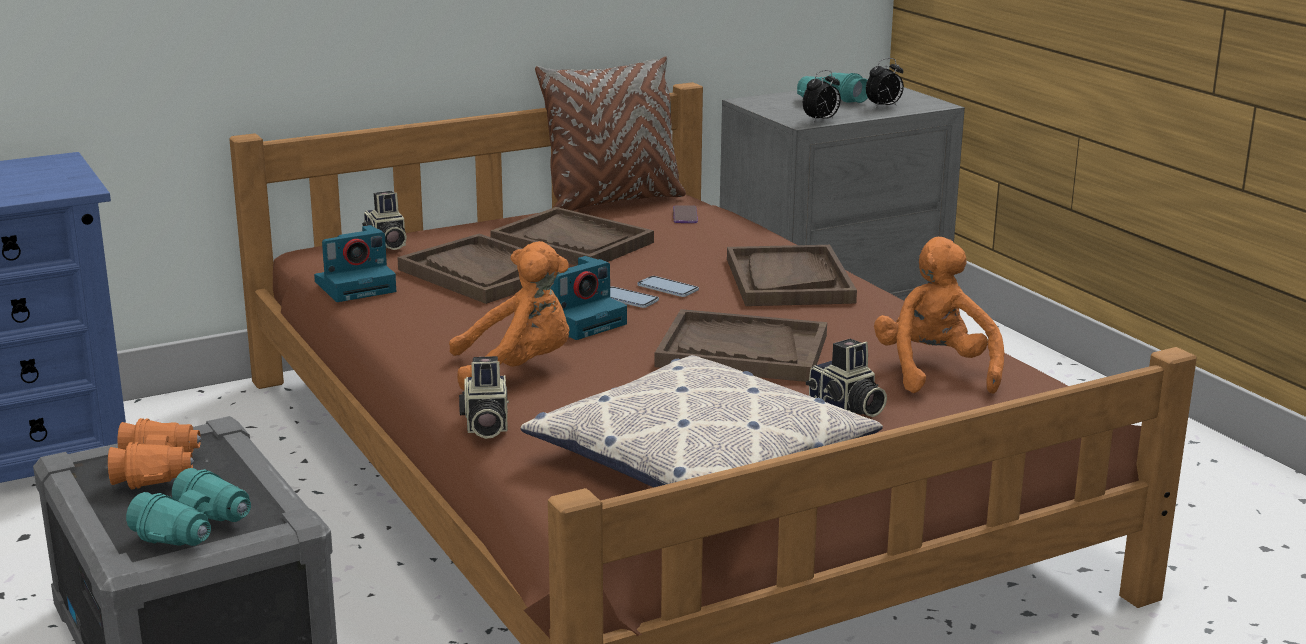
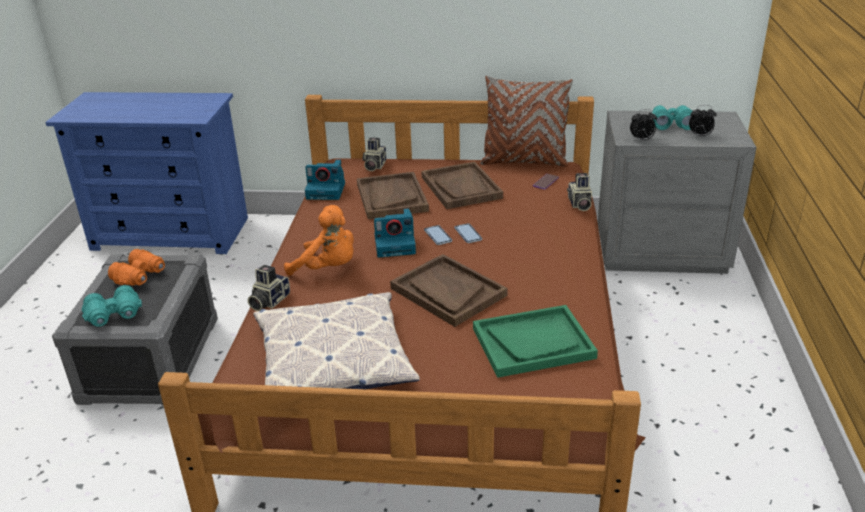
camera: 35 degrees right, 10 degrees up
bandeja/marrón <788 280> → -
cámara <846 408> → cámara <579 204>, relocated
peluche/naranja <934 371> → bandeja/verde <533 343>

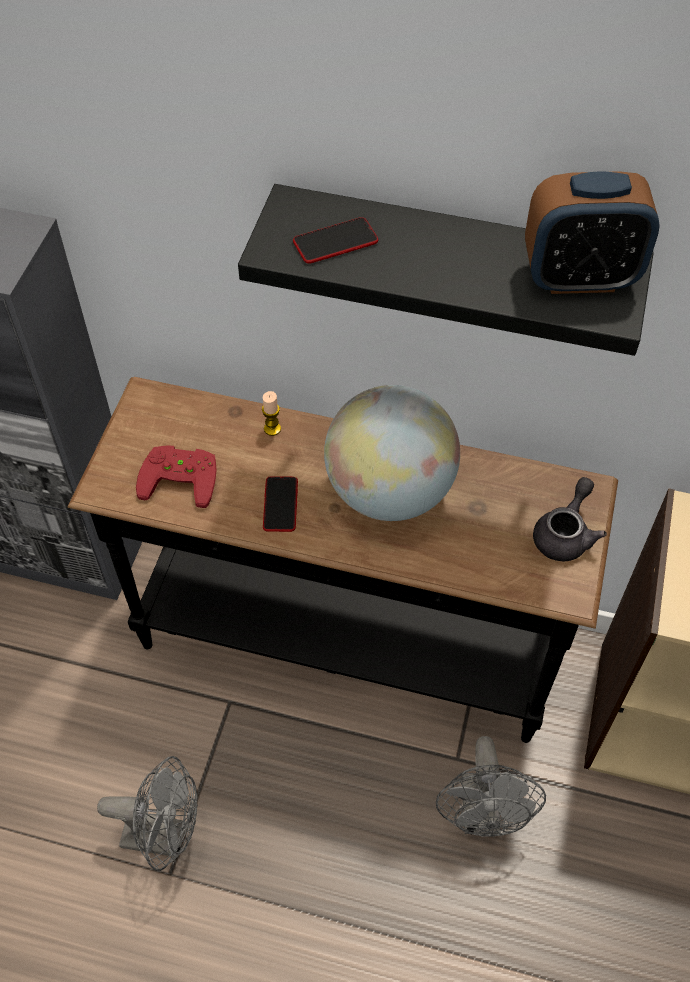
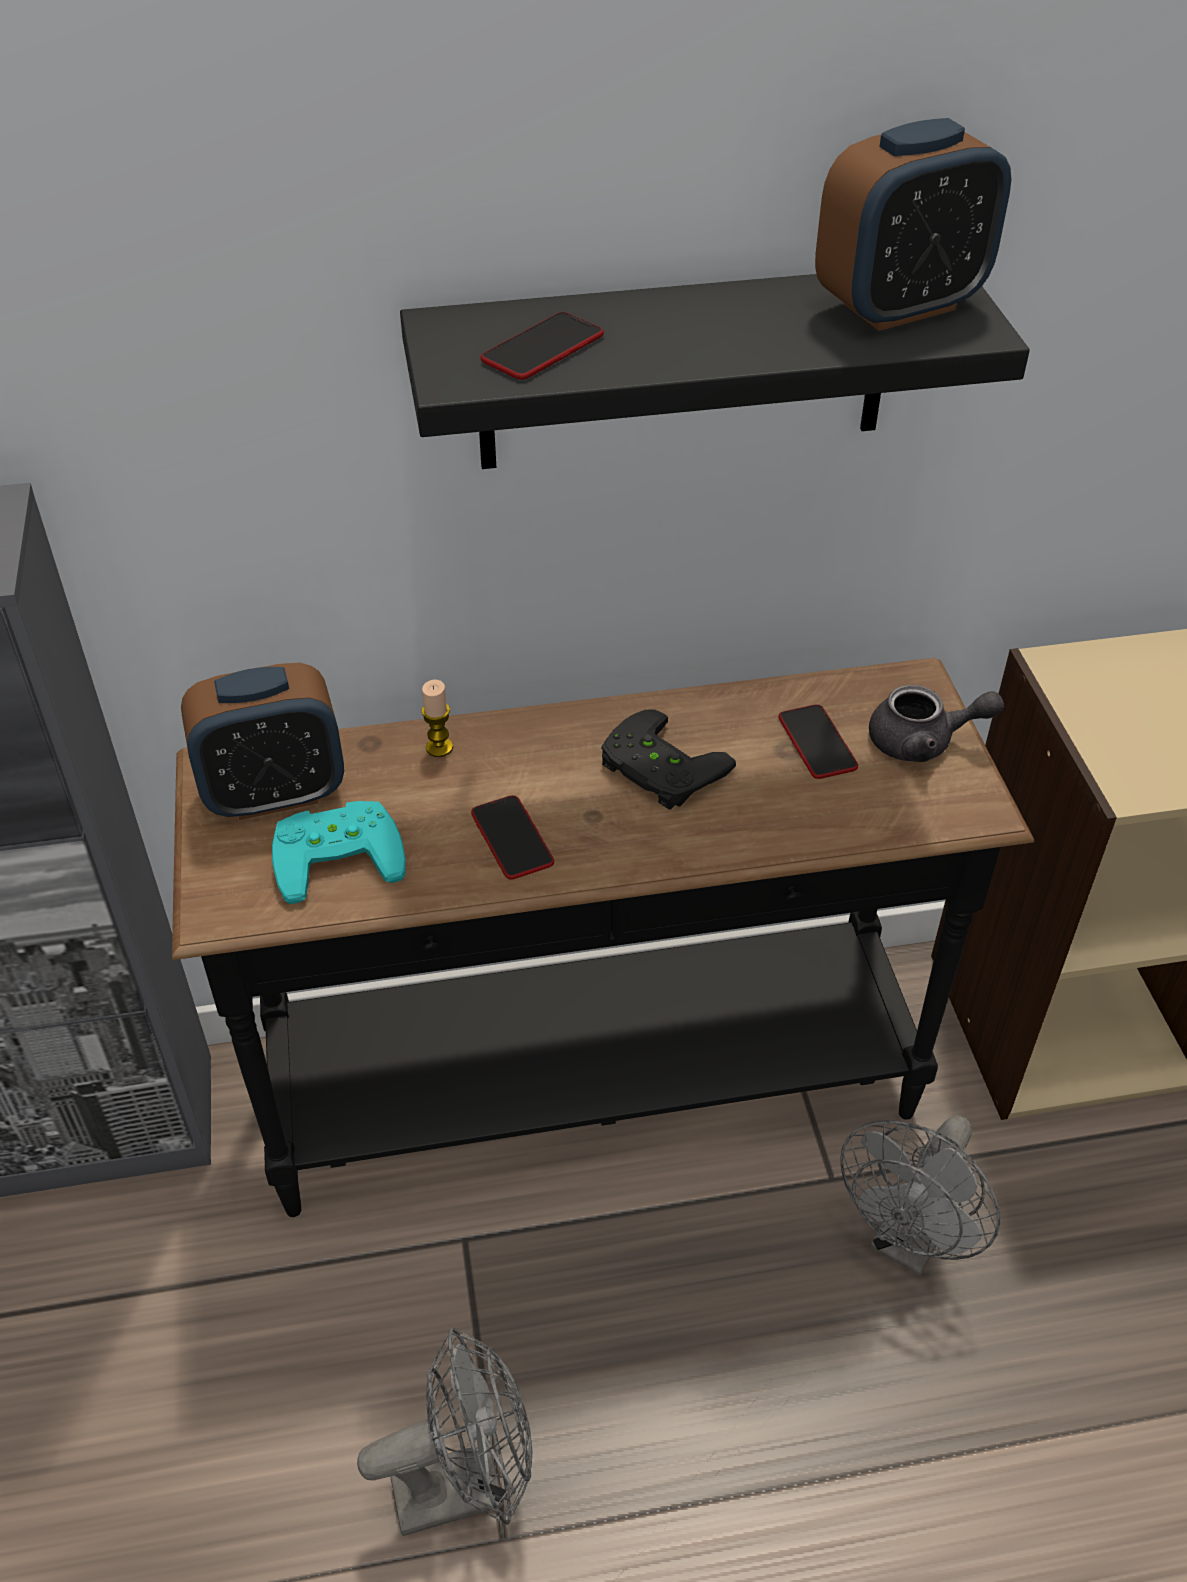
camera: 25 degrees left, 10 degrees down
- → despertador <275 794>
- → móvil <817 743>
globo terráqueo <389 491> → mando de consola/negro <657 770>
mando de consola/rojo <181 476> → mando de consola/turquesa <338 852>
ventilador/gris <482 816> → ventilador/gris <908 1241>, 60 degrees clockwise
tetera/gris <565 534> → tetera/gris <923 742>, 90 degrees clockwise

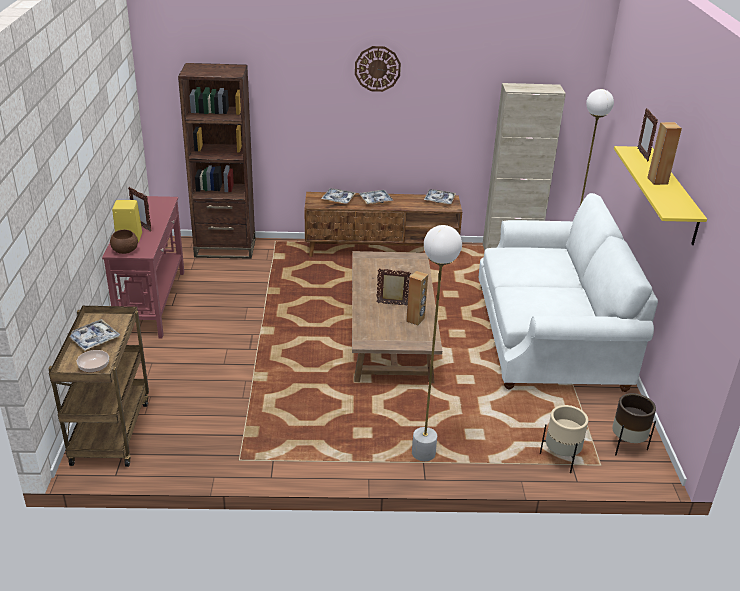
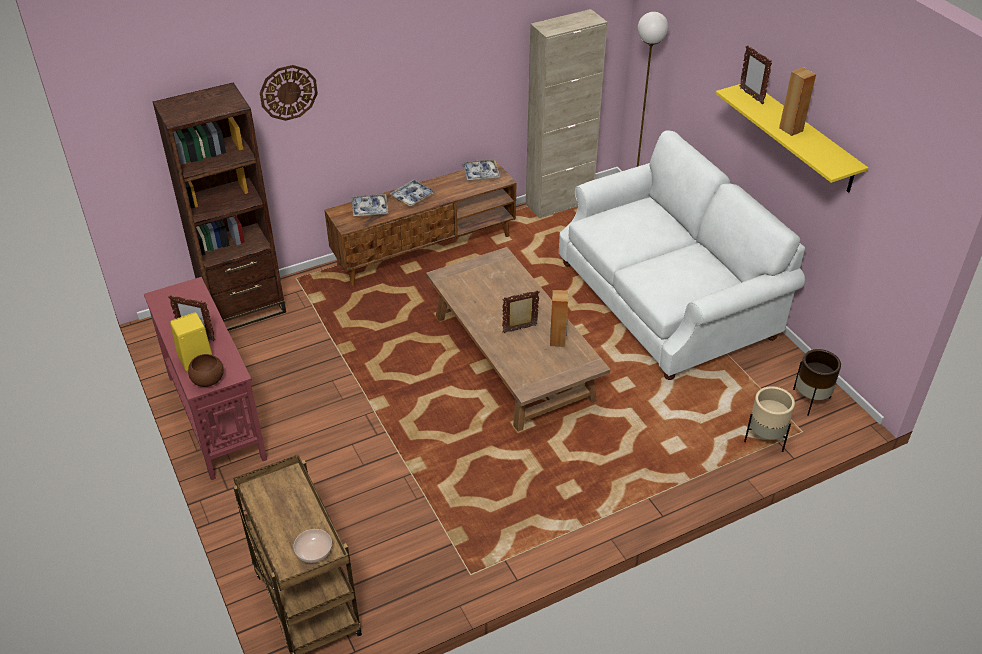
camera: 25 degrees left, 10 degrees up
bandeja <94 339> → -
lámpara de pie/blanco <423 454> → -
reloj de pared <377 68> → reloj de pared <288 92>, relocated

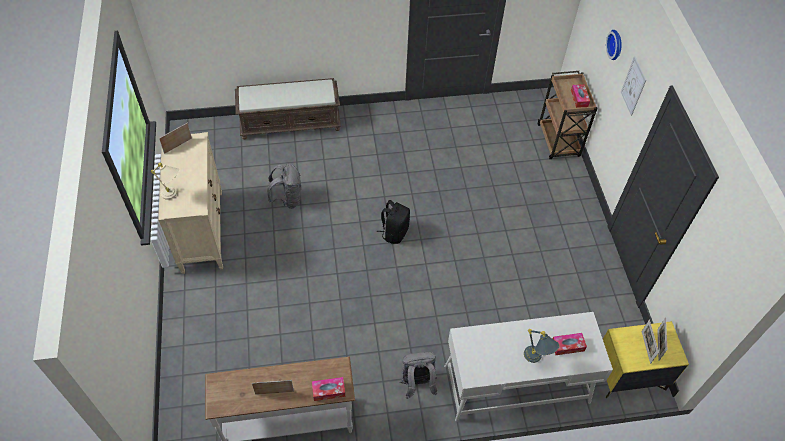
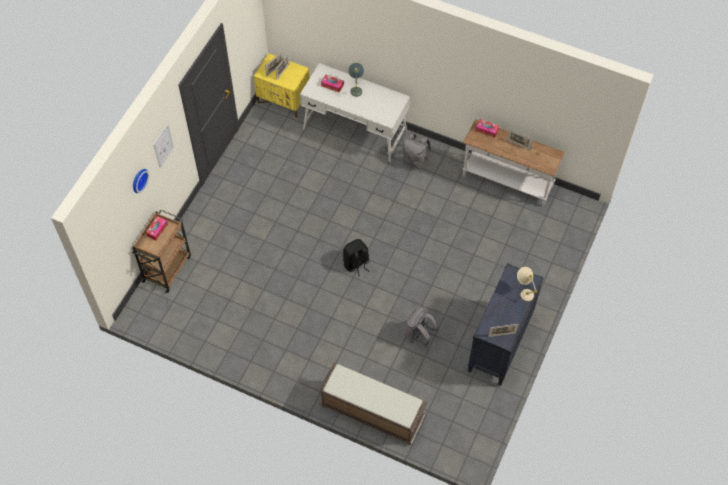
camera: 145 degrees left, 5 degrees up
cómoda/beis <202 231> → cómoda/negro <500 344>

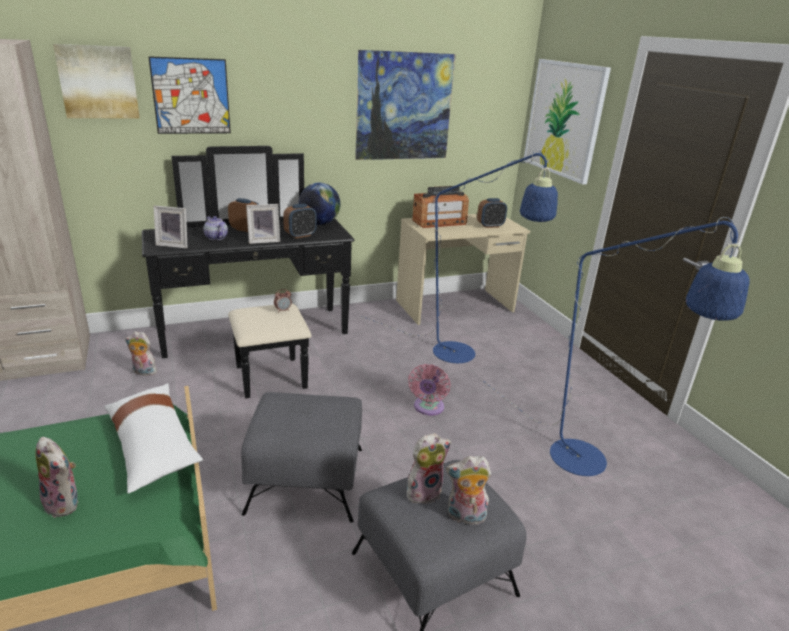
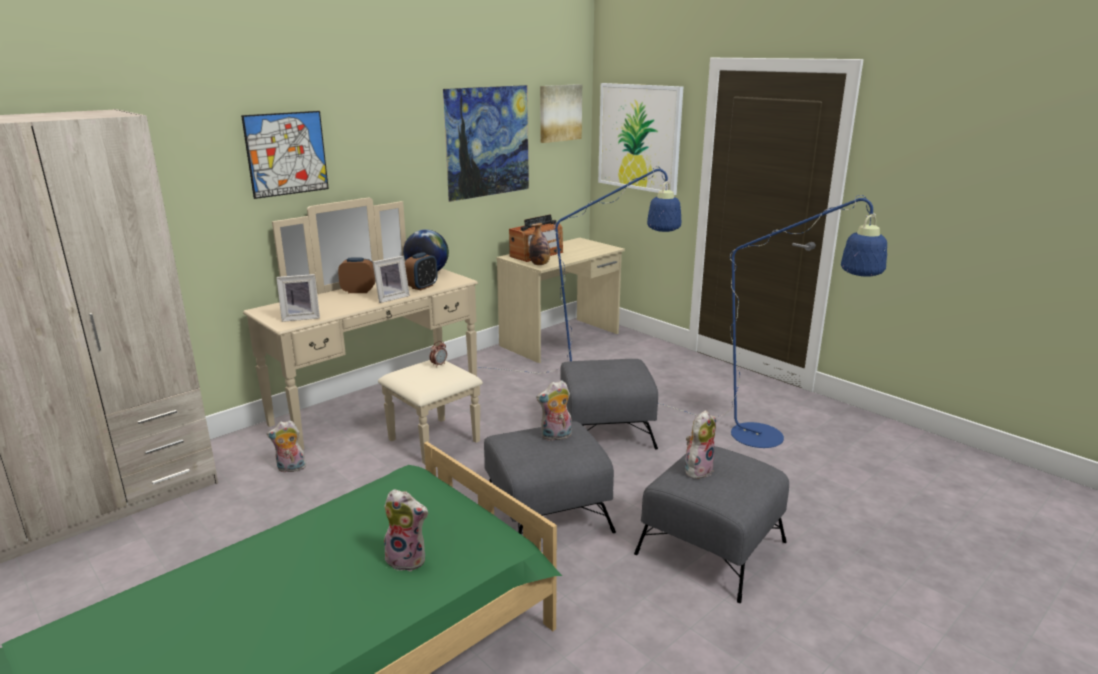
camera: 20 degrees left, 5 degrees down
cojín/blanco <152 445> → -
tetera <216 238> → -
despertador <490 226> → -
- → botella <539 264>
cuadro <98 82> → cuadro <559 113>, relocated
peluche <465 517> → peluche <556 437>, relocated
ventilador/rosa <428 408> → puf/gris <606 430>
cómoda/negro <259 340> → cómoda/beis <390 411>

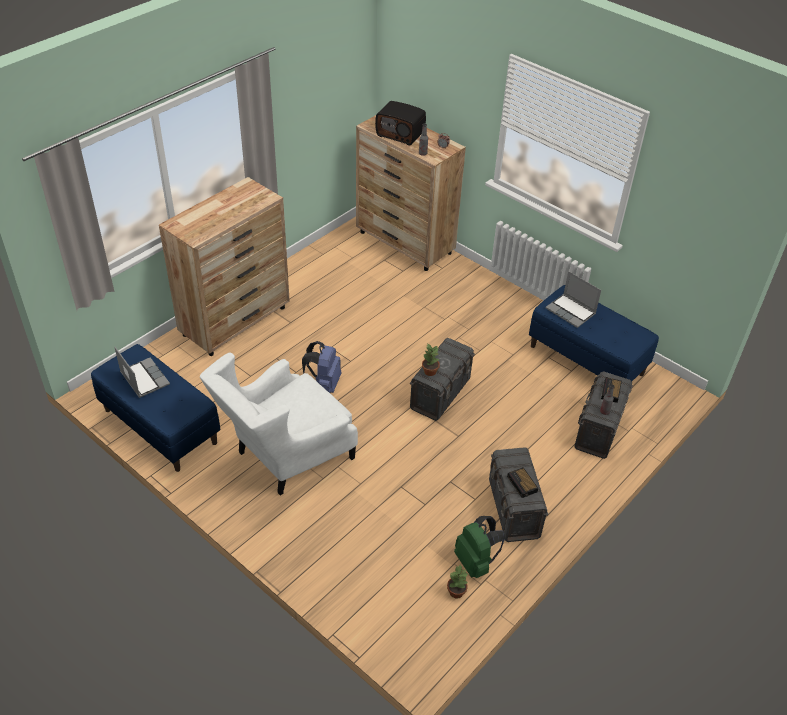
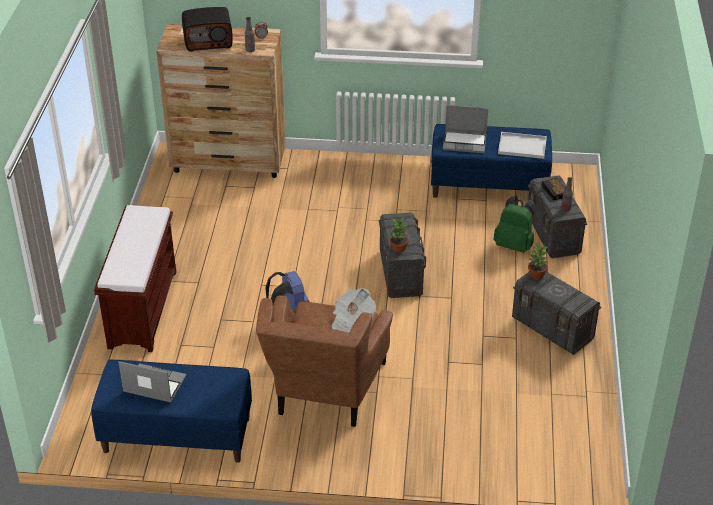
camera: 35 degrees left, 5 degrees down
despertador <522 484> → -
- → periódico <351 320>
- → bandeja/blanco <521 146>
planta en maceta <456 592> → planta en maceta <536 275>, relocated
mochila/verde <476 562> → mochila/verde <514 245>, relocated
cómoda/marrón <236 321> → banco/marrón <142 308>
sillón/blanco <285 457> → sillón/marrón <325 395>

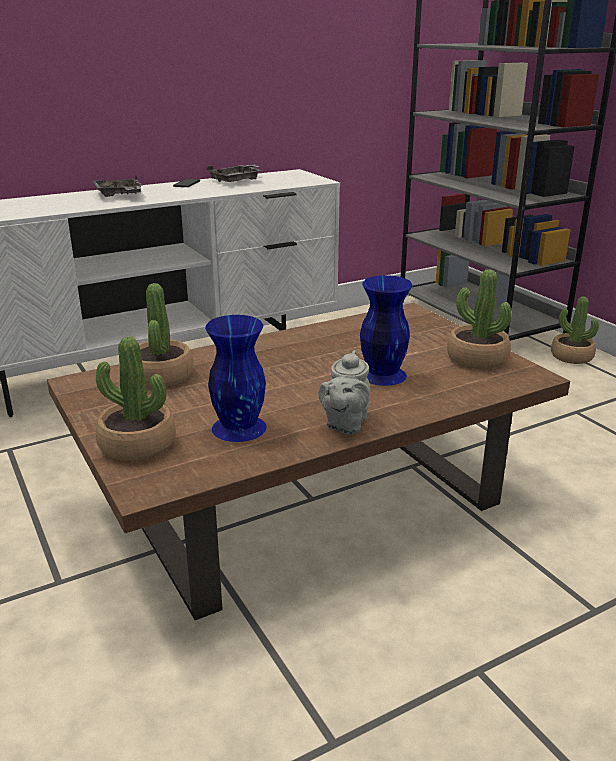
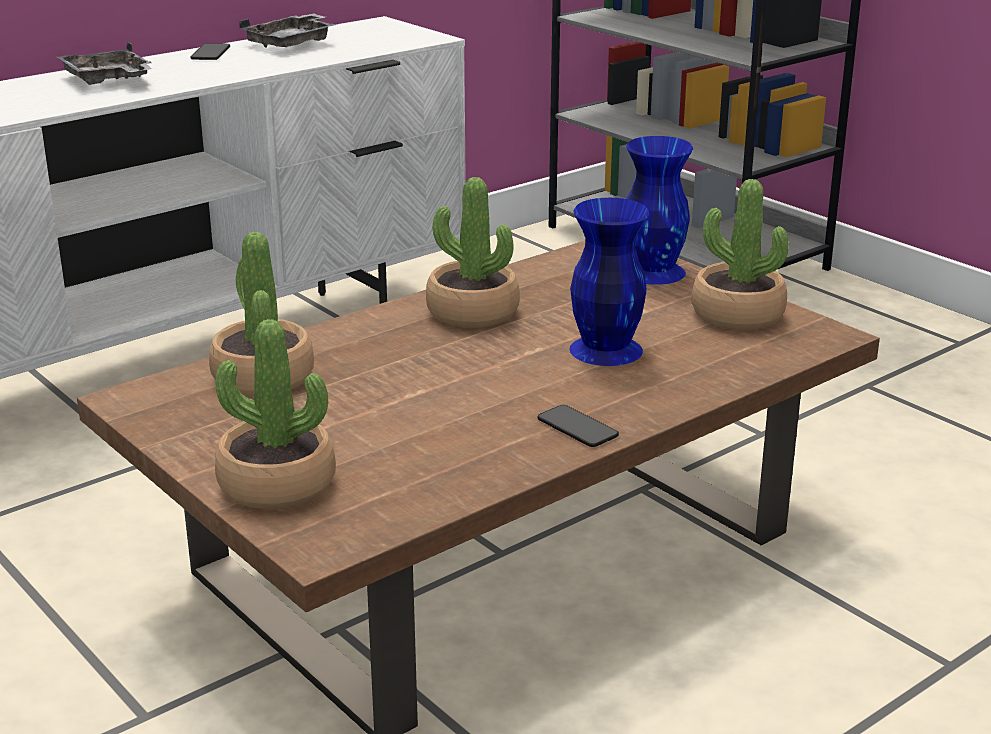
camera: 10 degrees left, 0 degrees up
florero/azul <238 427> → florero/azul <652 271>, relocated
planta en maceta <571 357> → planta en maceta <472 312>, relocated
tetera/gris <345 424> → móvil <577 428>

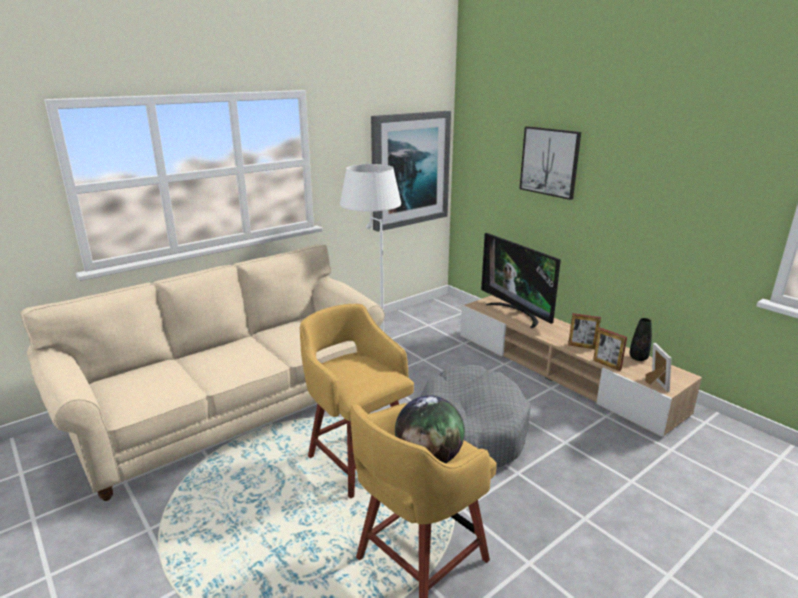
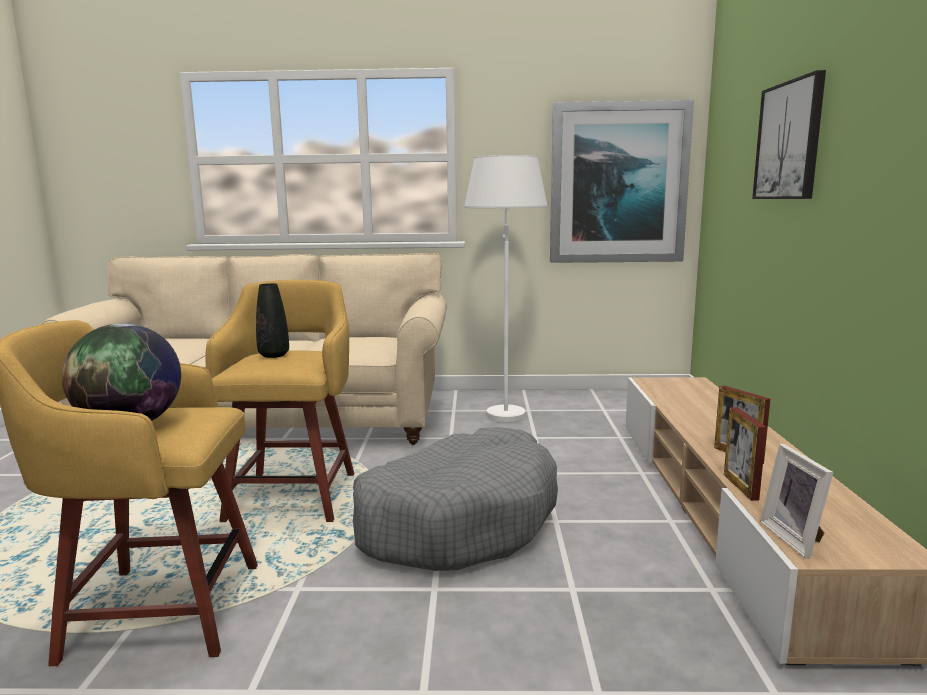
camera: 40 degrees right, 10 degrees down
televisor <517 313> → -
florero/negro <638 358> → florero/negro <274 355>, relocated
portarretratos <654 383> → portarretratos <796 538>, 135 degrees clockwise

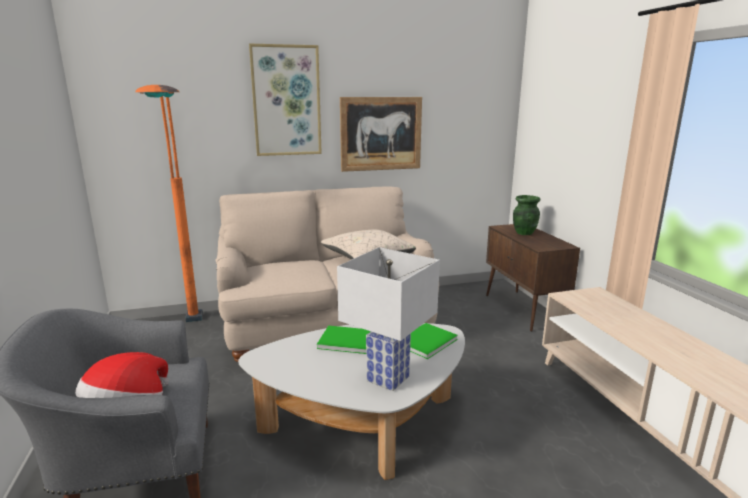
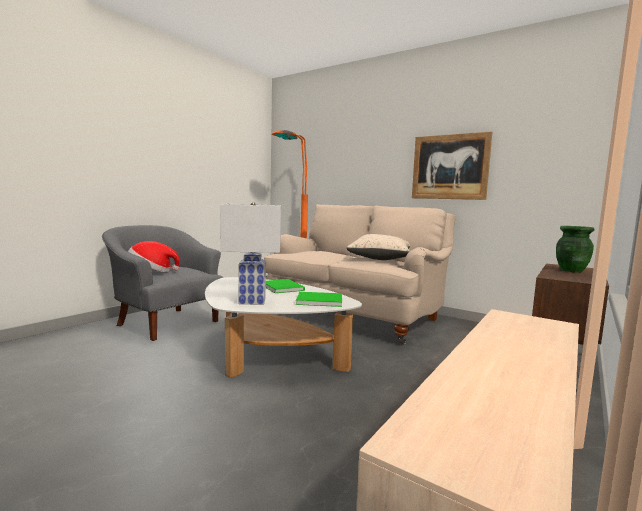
camera: 50 degrees right, 10 degrees down
cuadro <286 101> → -

